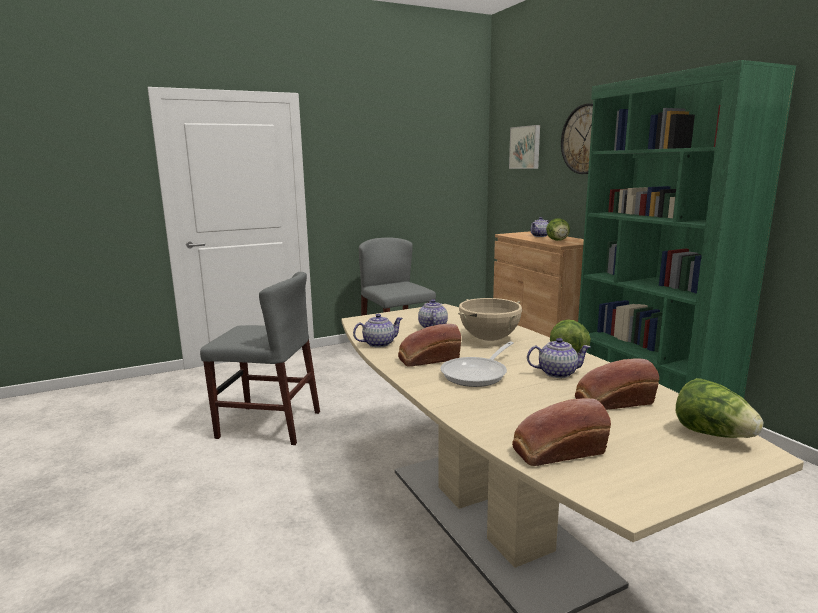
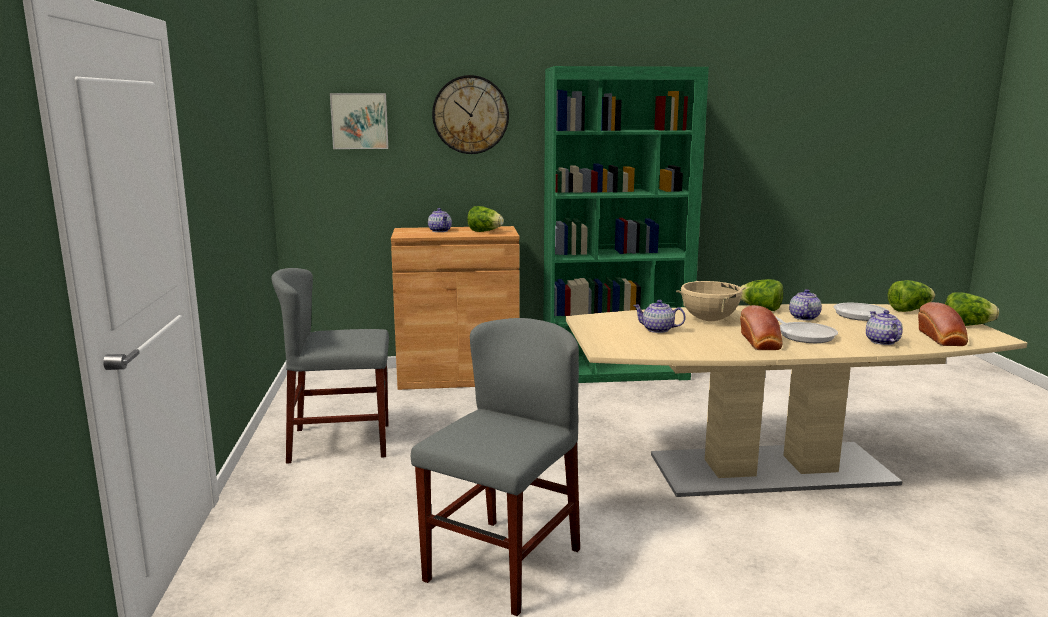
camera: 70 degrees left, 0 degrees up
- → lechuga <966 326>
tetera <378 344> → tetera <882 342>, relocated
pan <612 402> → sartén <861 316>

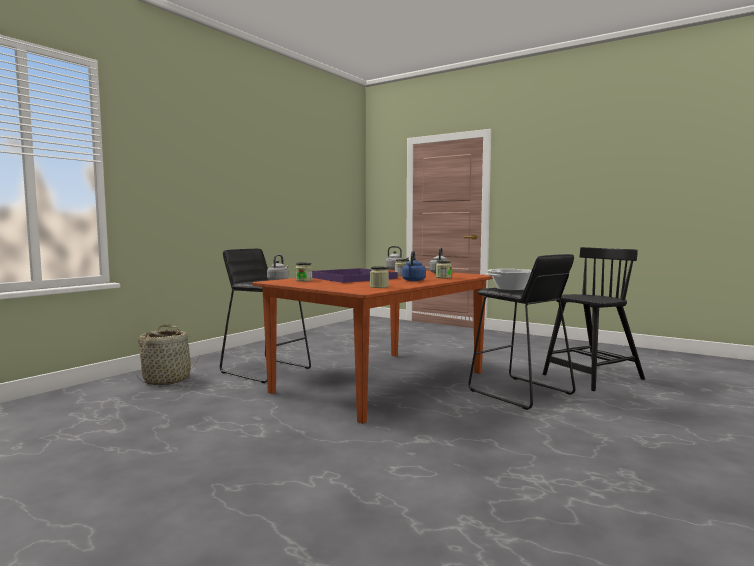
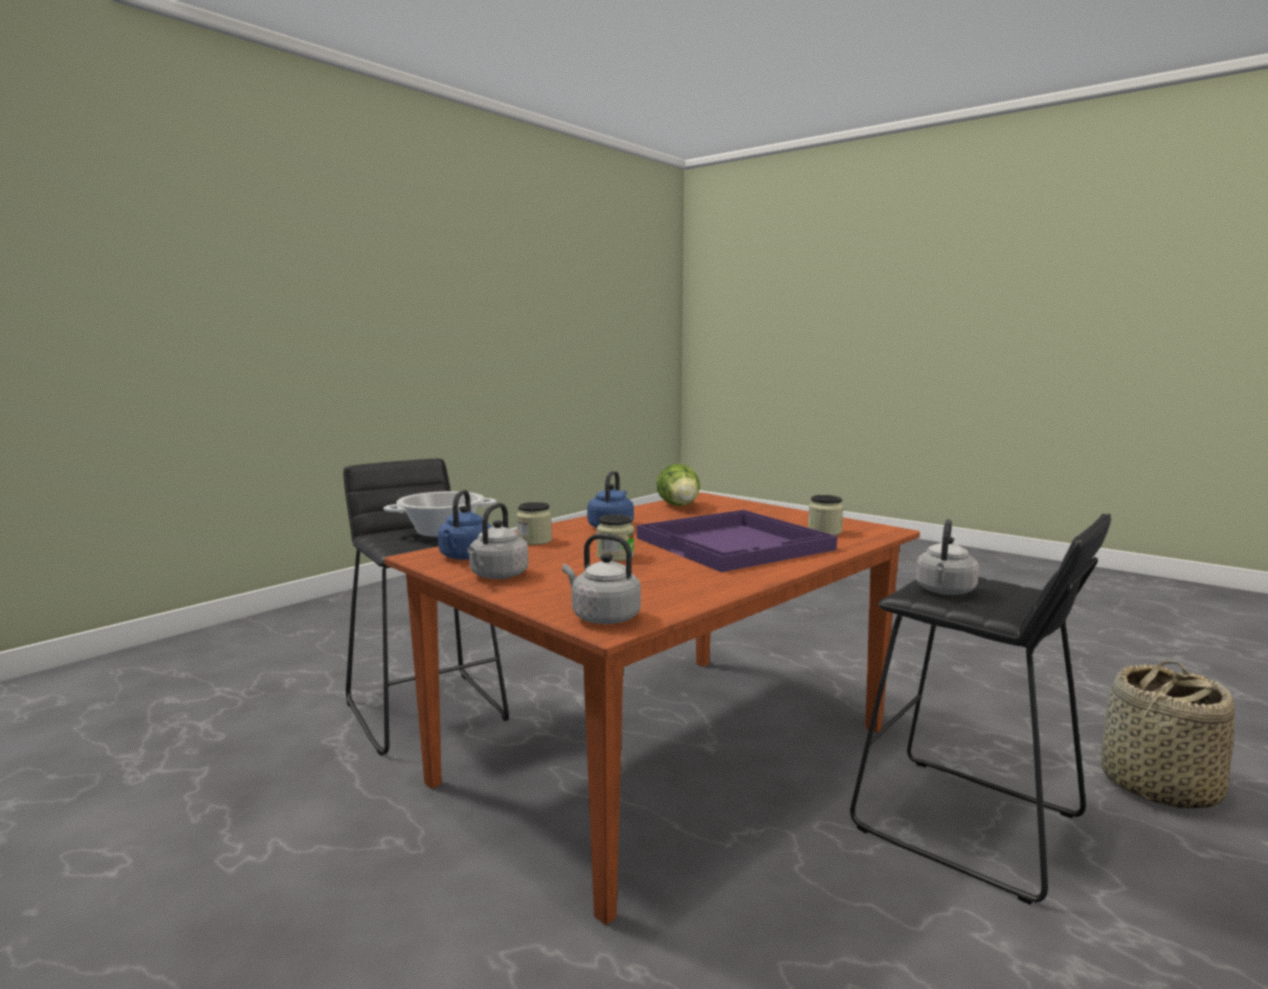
camera: 175 degrees left, 5 degrees up
silla/negro <592 377> → -
- → hervidor/azul <465 557>
tarro <379 287> → lechuga <680 507>

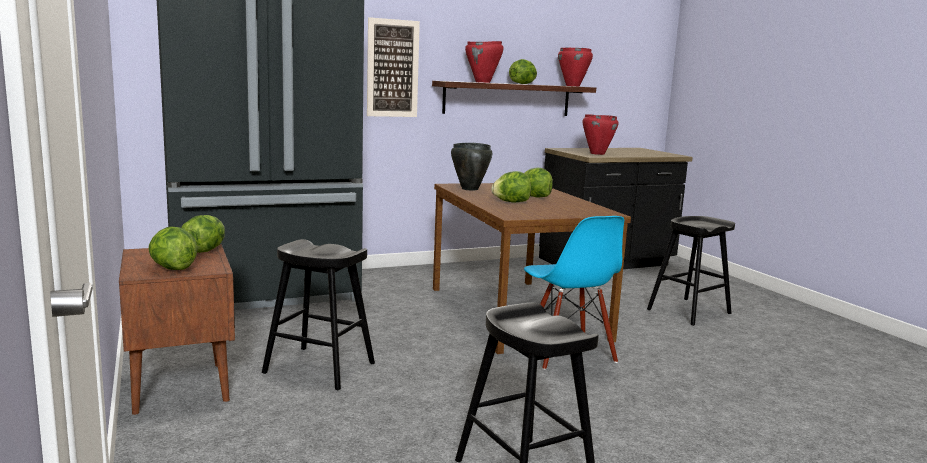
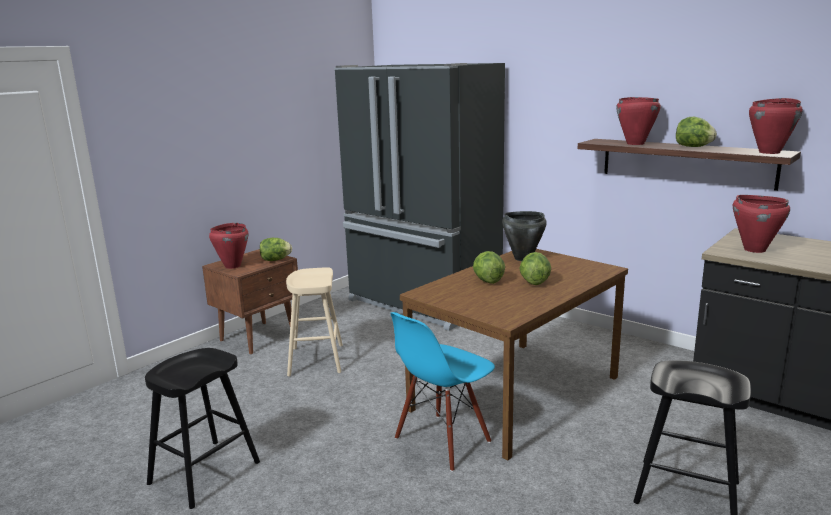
camera: 65 degrees right, 5 degrees up
cuadro <392 68> → -
lechuga <172 268> → olla/rojo <232 266>
taburete/negro <320 368> → taburete/beis <316 360>

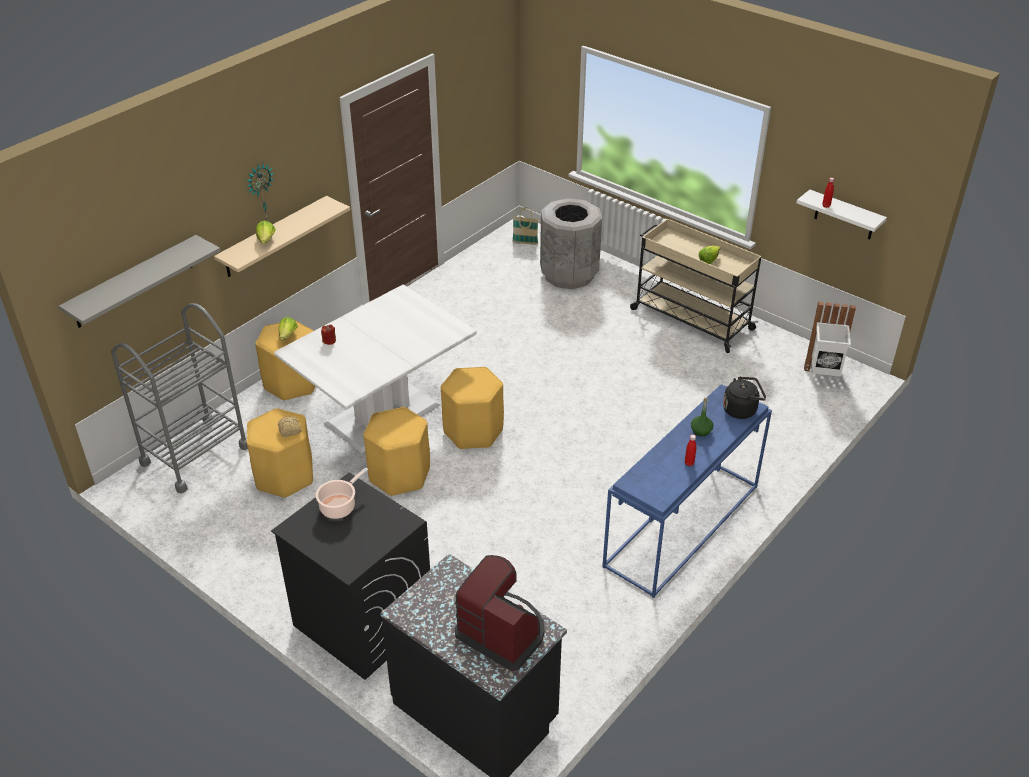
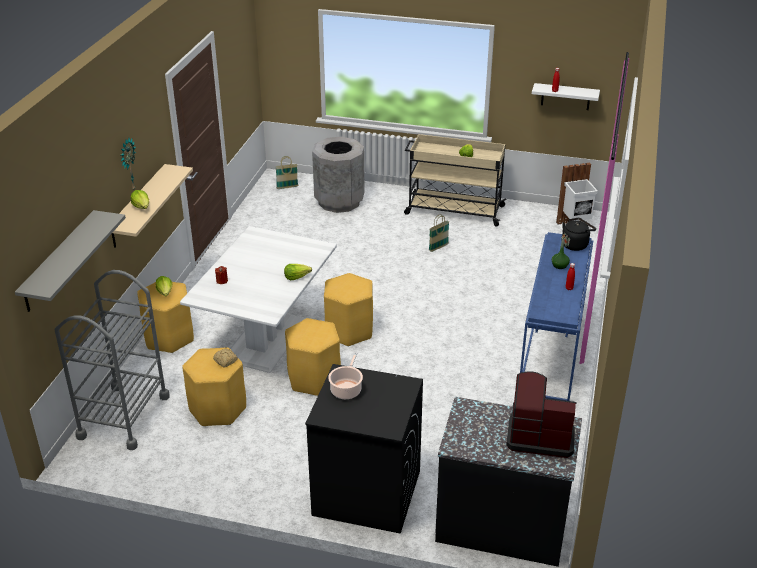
camera: 25 degrees left, 5 degrees down
- → lechuga <296 277>
- → cesta <438 247>

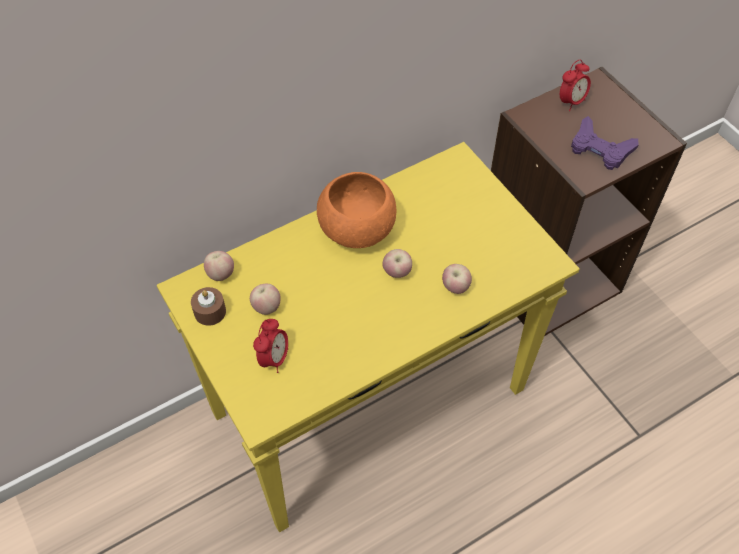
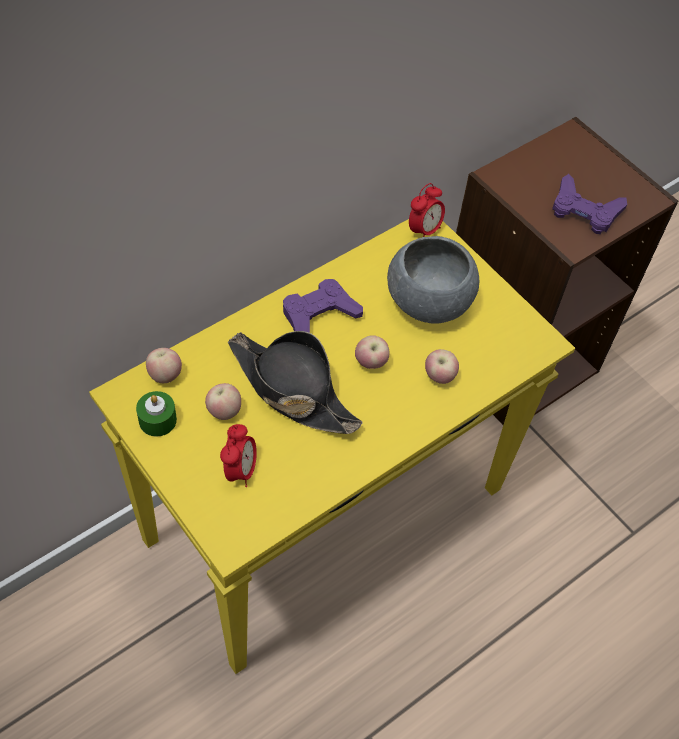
camera: 10 degrees left, 0 degrees up
- → sombrero/negro <291 389>
- → cuenco/gris <428 302>
despertador <571 102> → despertador <424 230>, relocated
cuenco/naranja <357 229> → mando de consola/morado <319 314>
vela/marrón <210 312> → vela/verde <157 420>

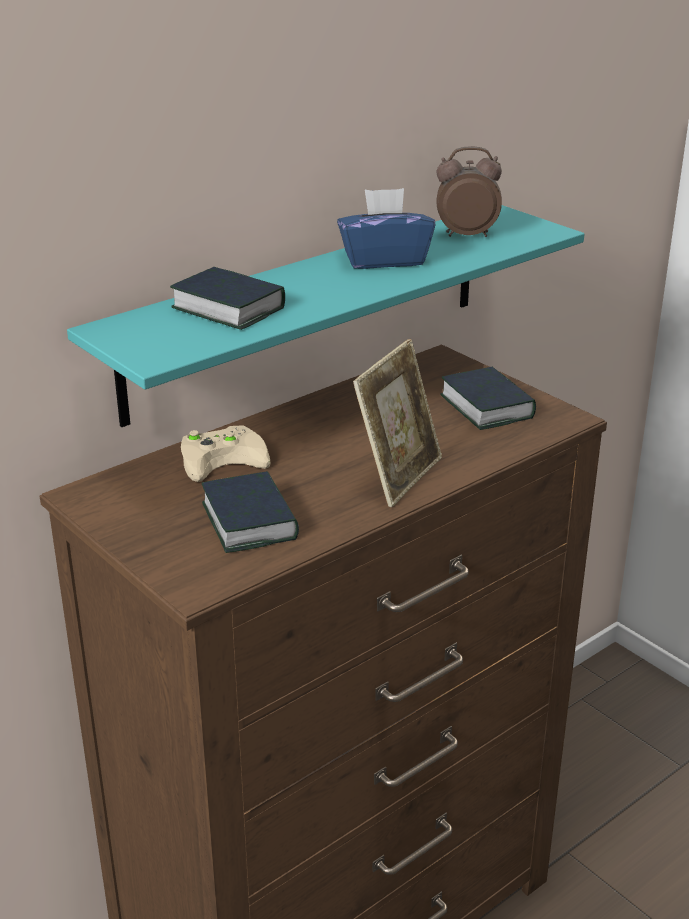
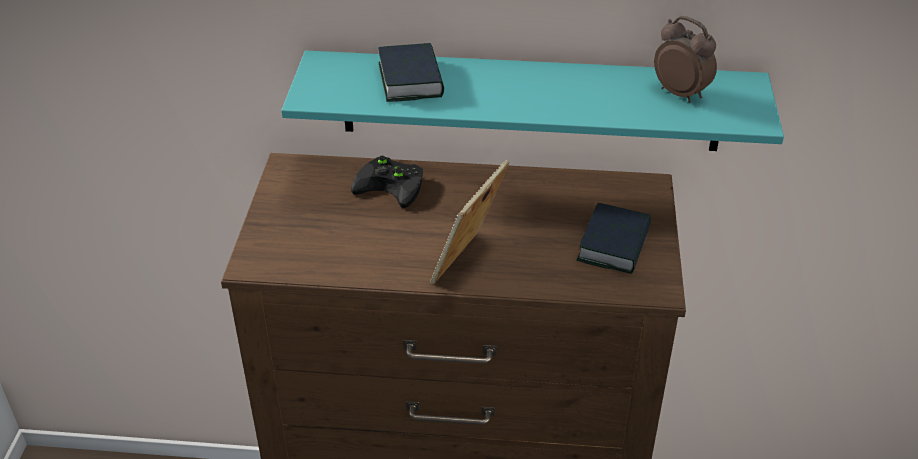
camera: 45 degrees right, 10 degrees up
libro <249 521> → -
caja de pañuelos/azul <384 260> → -
mando de consola/beis <224 457> → mando de consola/negro <393 185>
portarretratos <398 476> → portarretratos <468 262>, 135 degrees clockwise

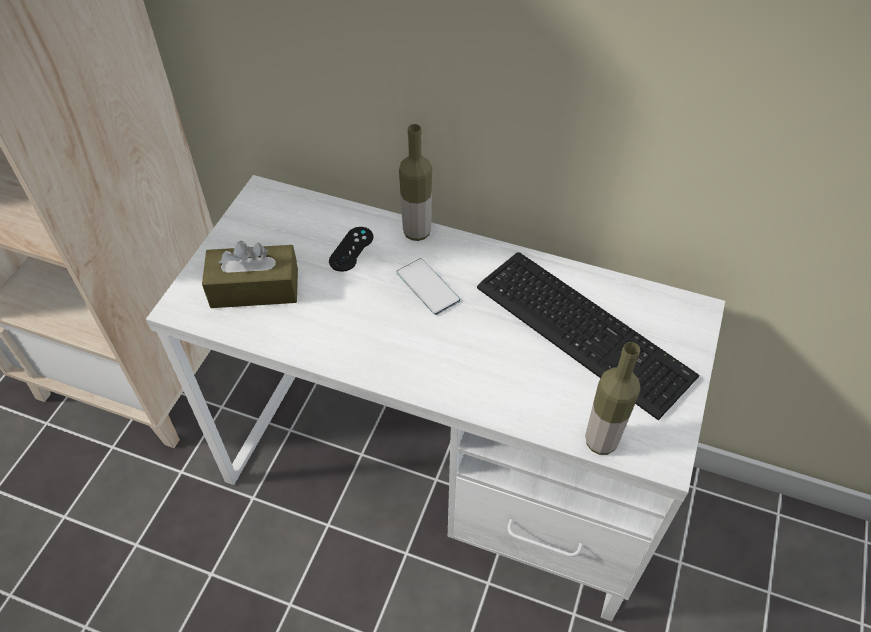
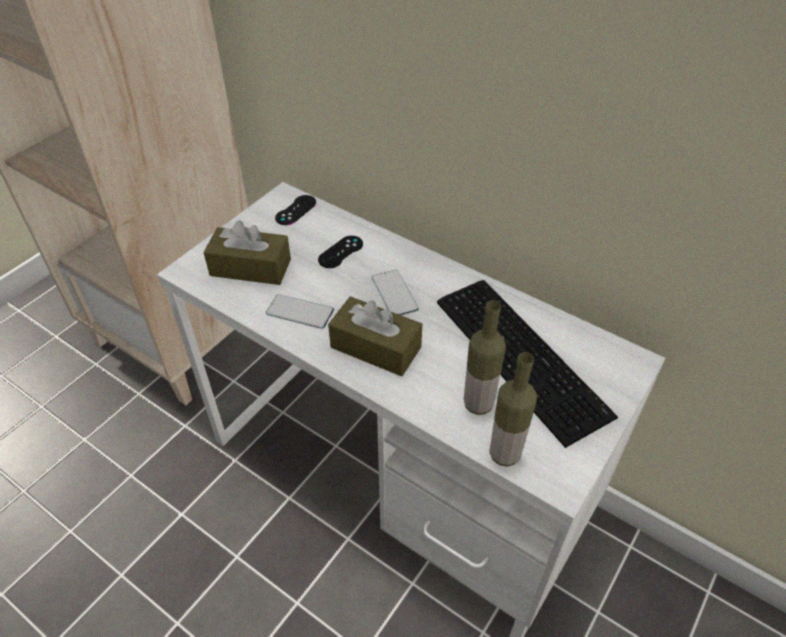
camera: 15 degrees right, 5 degrees down
- → móvil <300 312>
- → mando de consola/negro <296 210>
- → caja de pañuelos/marrón <375 347>
botella <417 232> → botella <478 404>, relocated

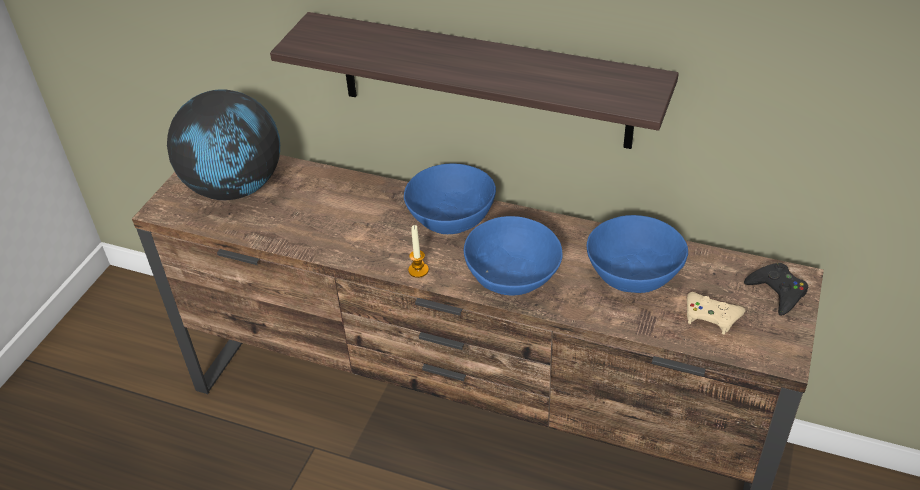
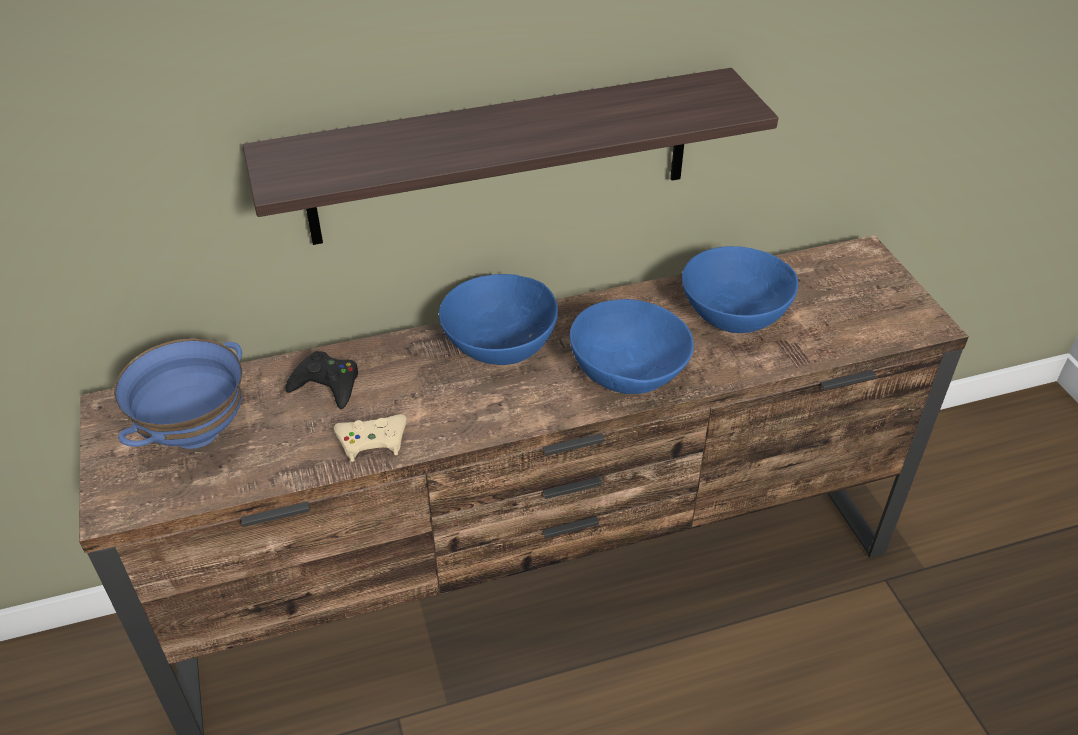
camera: 40 degrees left, 0 degrees up
vela <418 270> → -
mando de consola/beis <711 316> → mando de consola/beis <372 441>, relocated
mando de consola/negro <777 292> → mando de consola/negro <327 385>, relocated
globo terráqueo <236 187> → cuenco/azul <195 432>

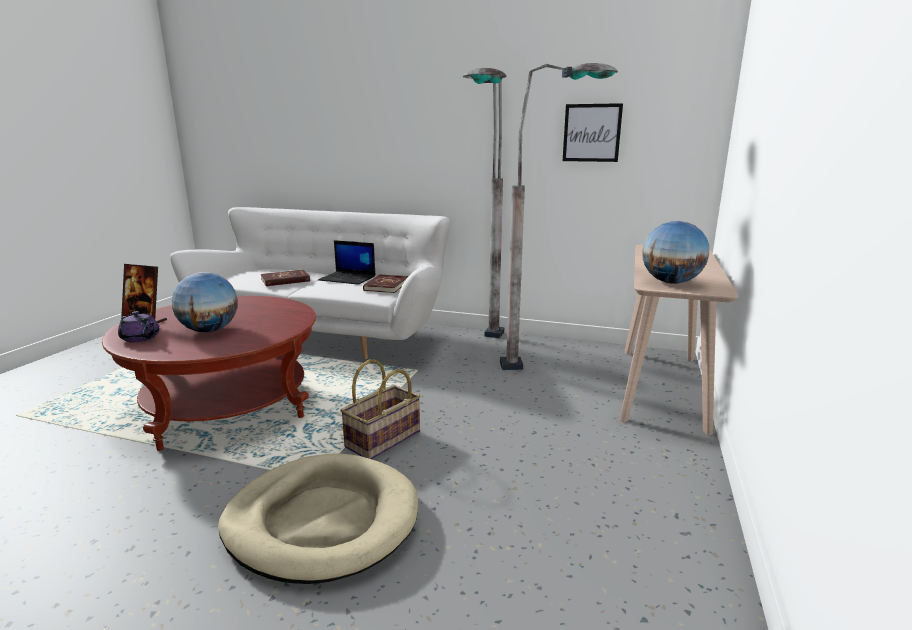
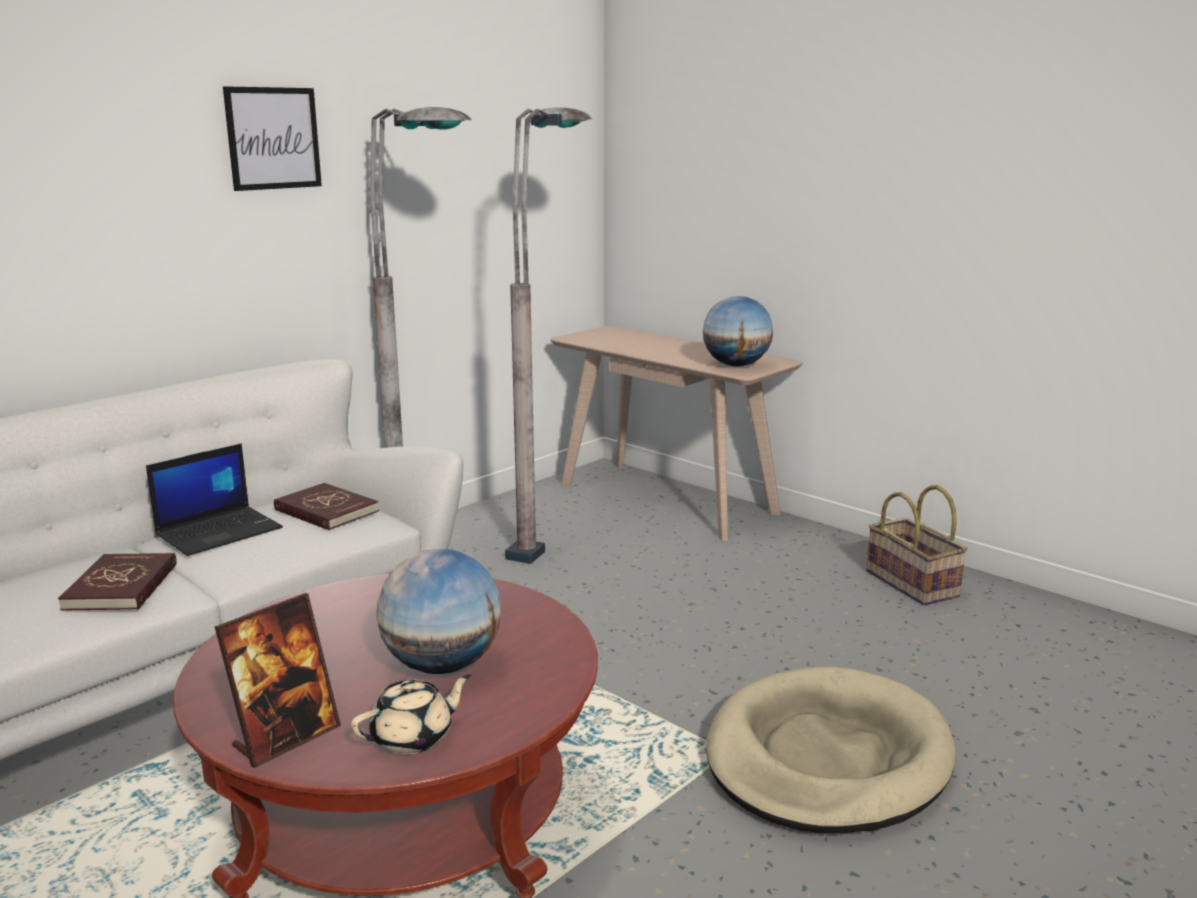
camera: 65 degrees left, 0 degrees up
cesta <383 440> → cesta <913 584>, relocated
cuadro <592 133> → cuadro <273 138>, relocated
tetera/morado <141 338> → tetera/beis <414 737>

